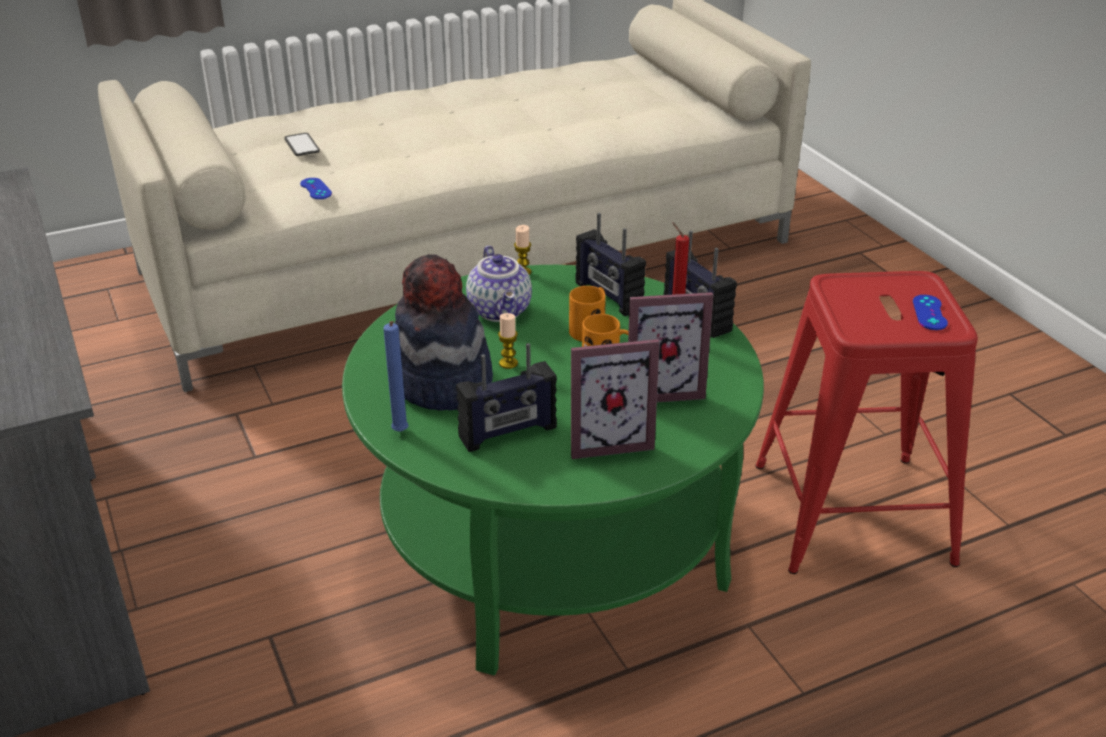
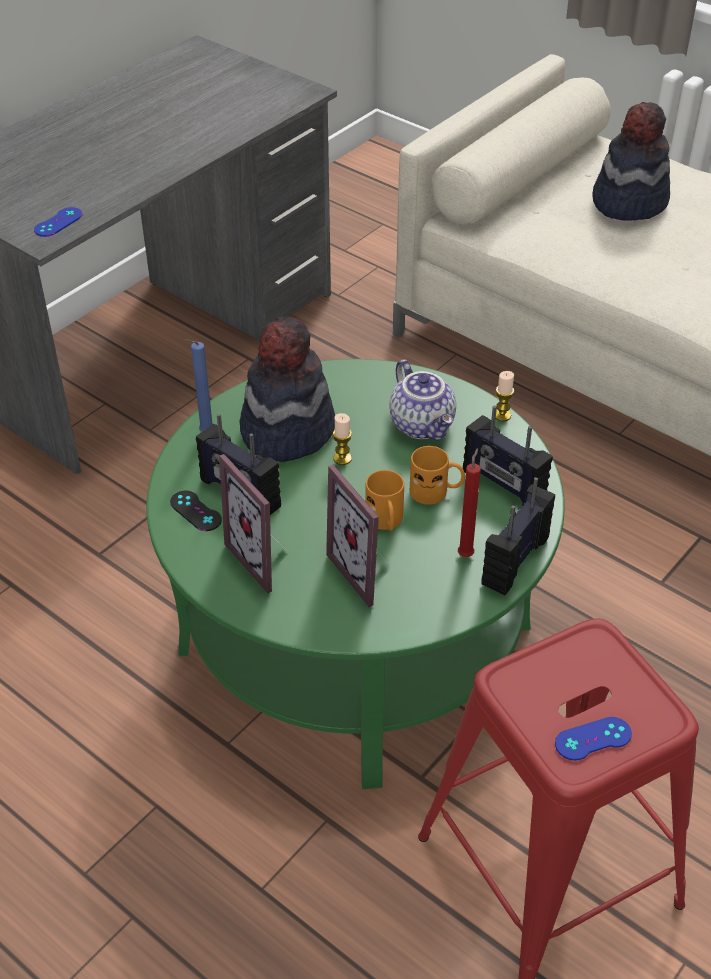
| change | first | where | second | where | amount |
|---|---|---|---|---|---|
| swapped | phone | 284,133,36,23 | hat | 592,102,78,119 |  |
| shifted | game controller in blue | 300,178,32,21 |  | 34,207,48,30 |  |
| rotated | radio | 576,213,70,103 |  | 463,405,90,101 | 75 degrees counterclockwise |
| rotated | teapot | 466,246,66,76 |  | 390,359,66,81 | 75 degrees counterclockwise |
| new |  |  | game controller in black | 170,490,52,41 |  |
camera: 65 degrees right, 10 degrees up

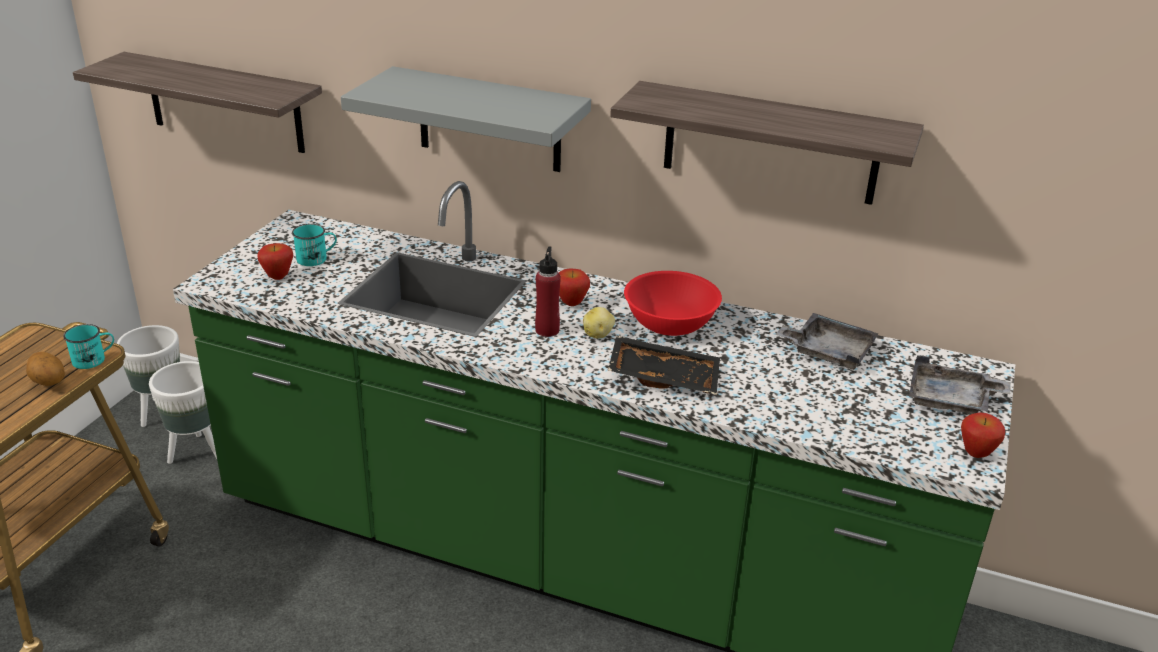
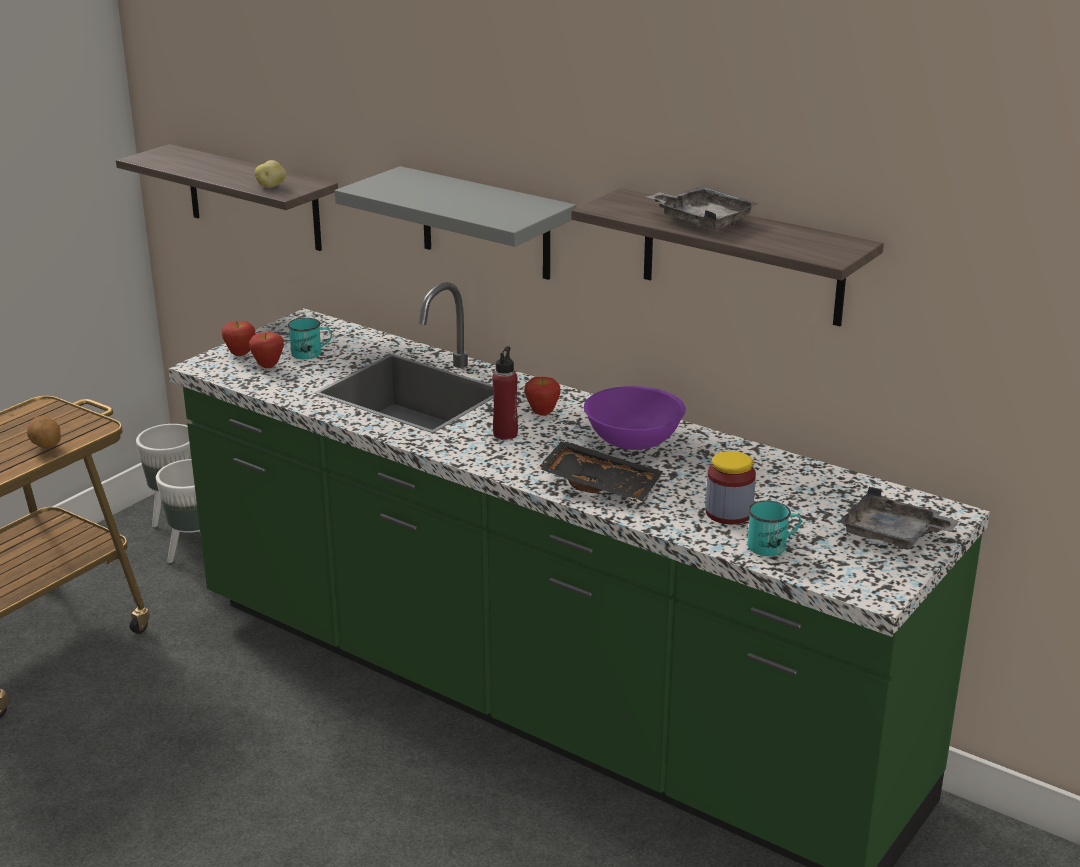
| change | first | where | second | where | amount |
|---|---|---|---|---|---|
| repainted | bowl in red | 624,271,98,65 | bowl in purple | 584,386,102,64 |  |
| shifted | potato | 583,307,32,32 |  | 255,160,31,28 |  |
| shifted | tray in grey | 775,313,104,57 |  | 646,186,113,44 |  |
| shifted | mug in turquoise | 63,324,51,45 |  | 748,501,53,55 |  |
| shifted | apple | 961,412,44,46 |  | 222,321,33,35 |  |
| new |  |  | jar | 706,451,50,73 |  |
camera: 15 degrees right, 5 degrees down

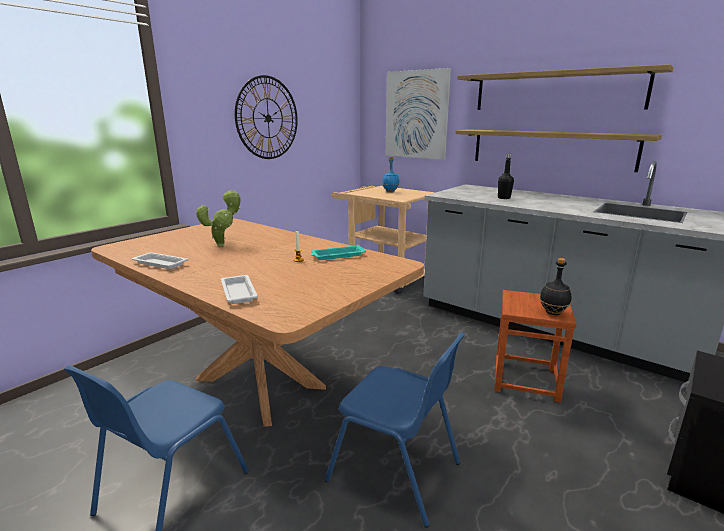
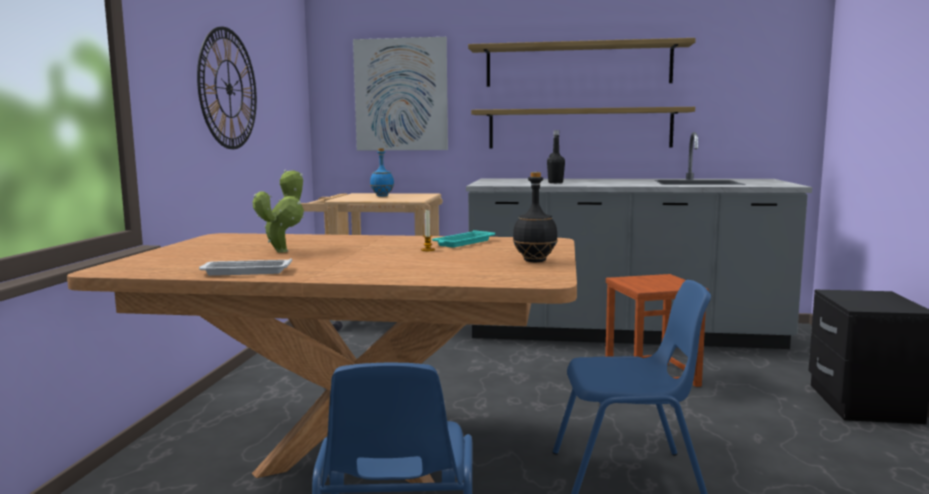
| change | first | where | second | where | amount |
|---|---|---|---|---|---|
| shifted | bottle in black | 540,258,31,57 |  | 513,172,45,90 |  |
| gone | tray in white | 221,275,37,29 |  |  |  |
camera: 30 degrees left, 10 degrees down

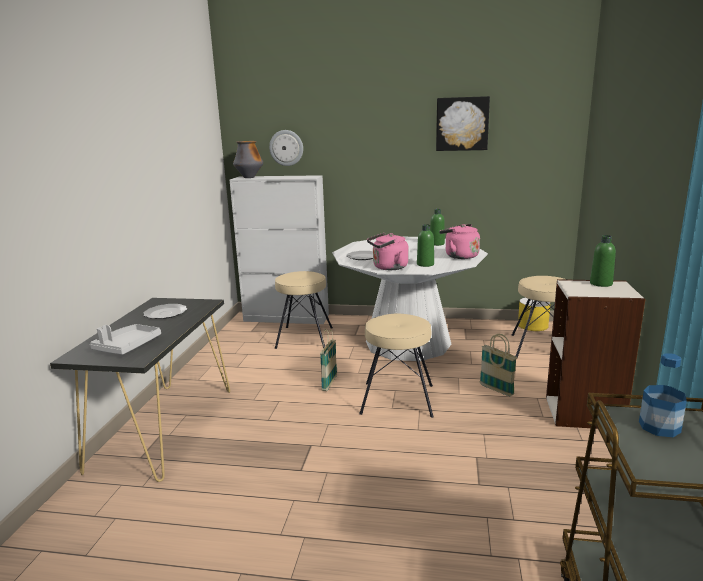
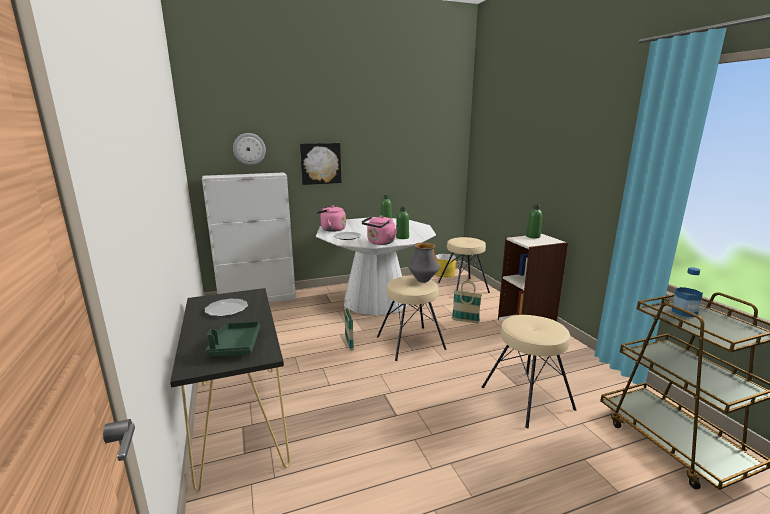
| change | first | where | second | where | amount |
|---|---|---|---|---|---|
| shifted | picture | 436,96,54,55 |  | 300,143,42,42 |  |
| shifted | vase | 233,141,30,37 |  | 408,243,32,40 |  |
| shifted | kettle in pink | 439,224,41,35 |  | 316,205,30,27 |  |
| shifted | stool in beige | 275,271,58,78 |  | 482,315,94,113 |  |
| repainted | tray in grey | 90,324,71,31 | tray in green | 205,322,55,35 |  |
camera: 30 degrees left, 0 degrees up

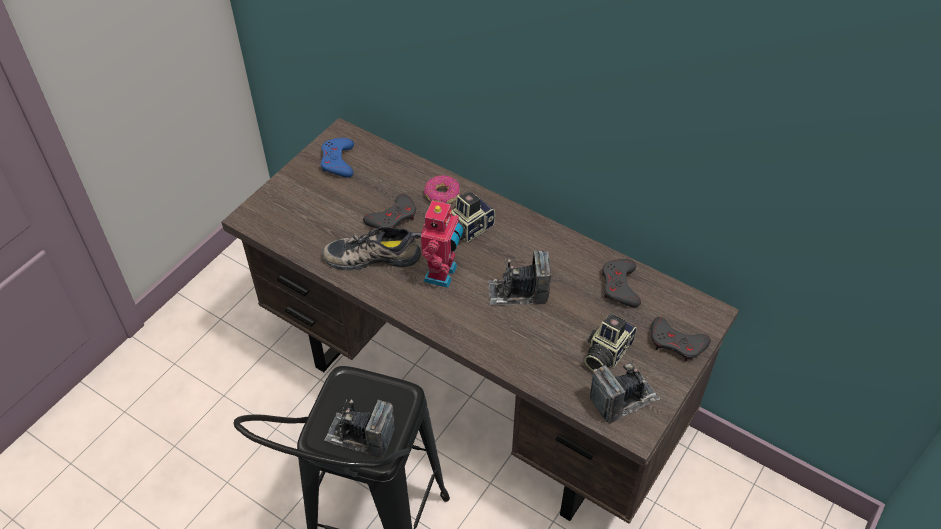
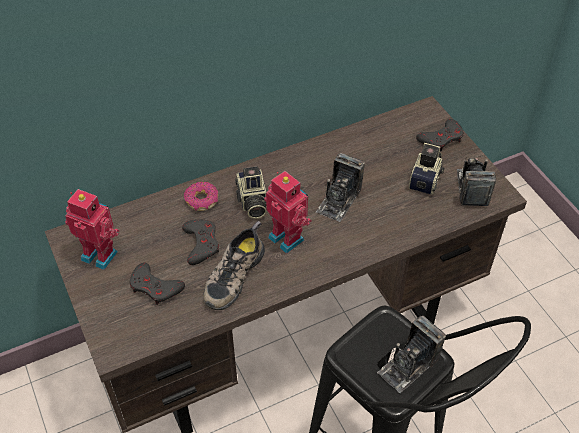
| change | first | where | second | where | amount |
|---|---|---|---|---|---|
| swapped | game controller in blue | 321,138,33,39 | toy robot | 65,189,54,81 |  |
| shifted | game controller in grey | 602,259,39,48 |  | 130,263,55,42 |  |
| rotated | photo camera | 584,313,53,58 |  | 409,143,36,52 | 135 degrees counterclockwise |
camera: 60 degrees left, 0 degrees up

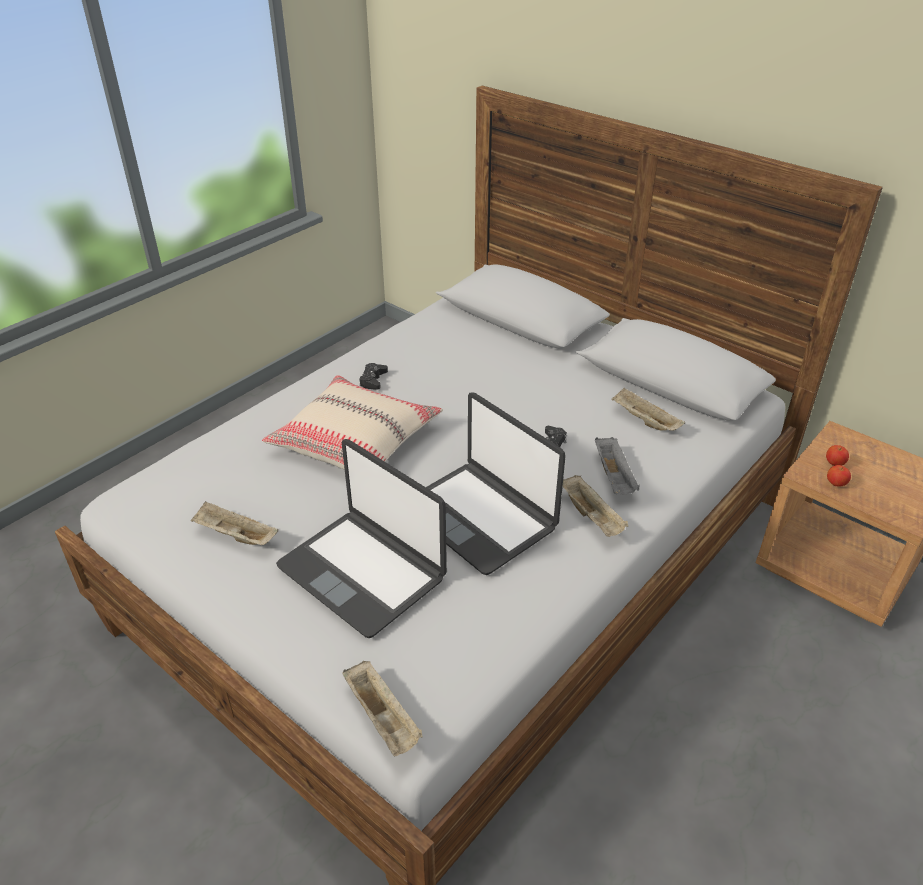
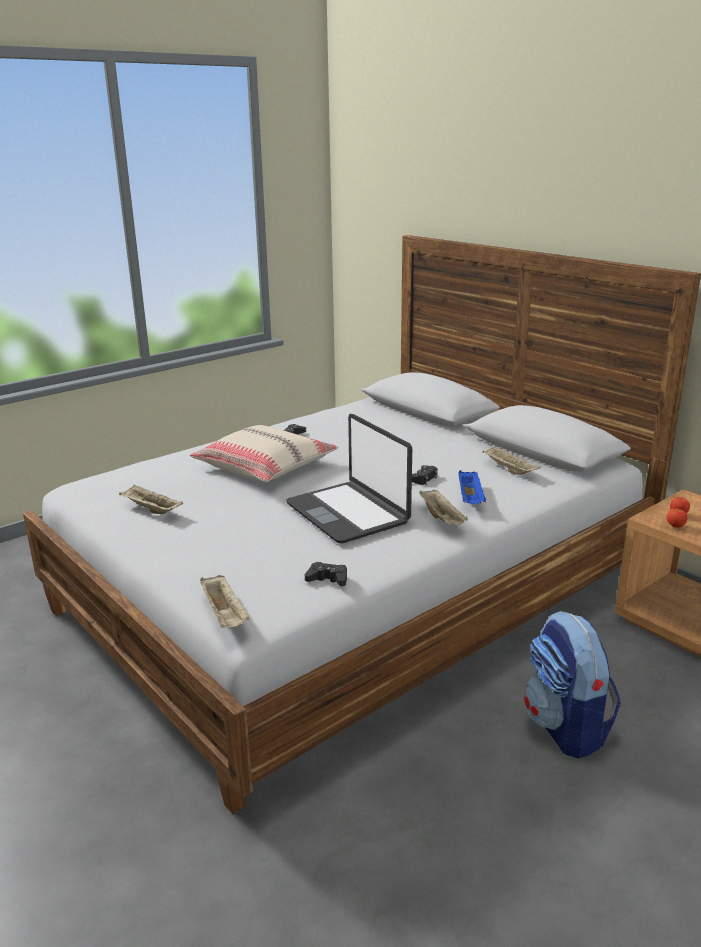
| change | first | where | second | where | amount |
|---|---|---|---|---|---|
| repainted | tray in grey | 595,437,45,58 | tray in blue | 459,470,27,34 |  |
| gone | laptop | 276,439,171,199 |  |  |  |
| new |  |  | game controller in black | 305,562,42,24 |  |
| new |  |  | backpack | 524,611,97,148 |  |
camera: 10 degrees right, 15 degrees down

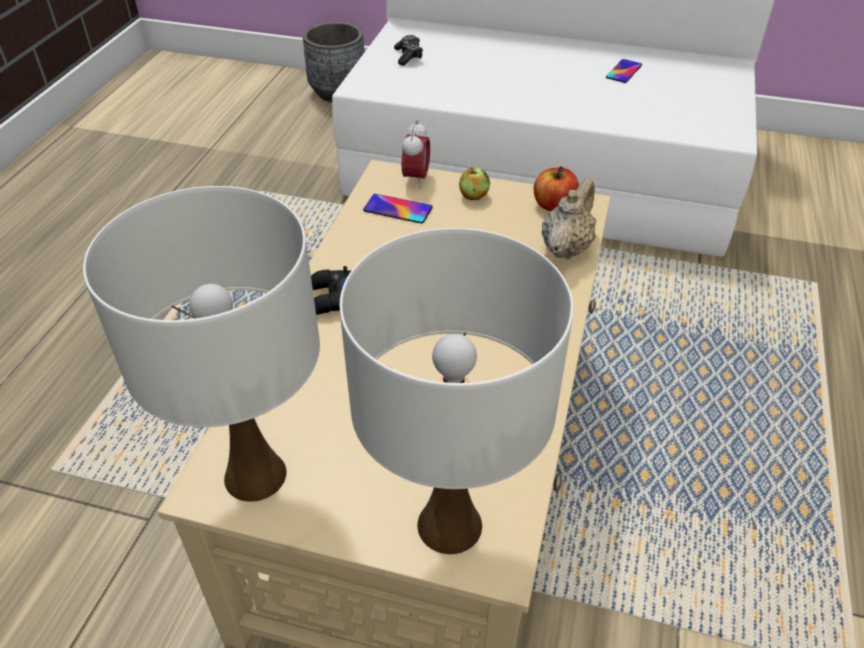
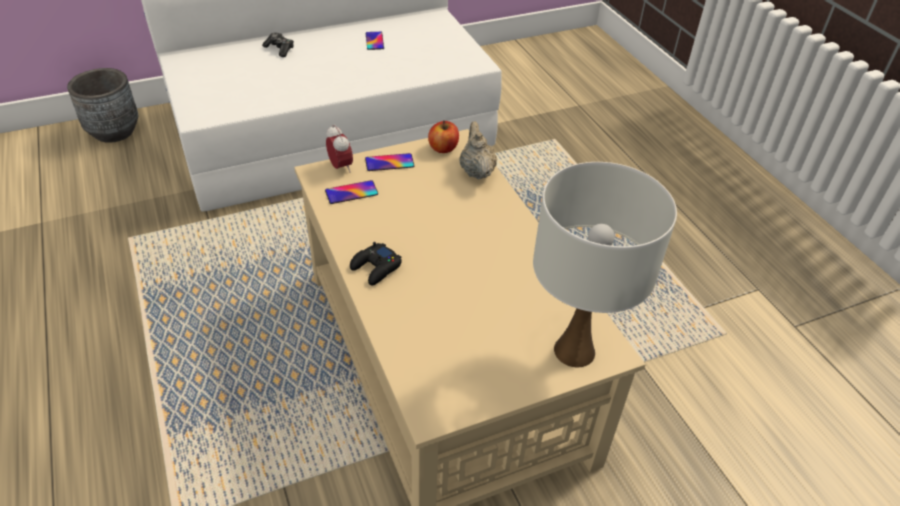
| change | first | where | second | where | amount |
|---|---|---|---|---|---|
| shifted | game controller | 394,35,29,30 |  | 262,32,32,25 |  |
| swapped | apple | 459,167,31,33 | phone | 365,153,49,18 |  |
| gone | table lamp in white | 83,186,237,316 |  |  |  |
camera: 40 degrees left, 0 degrees up

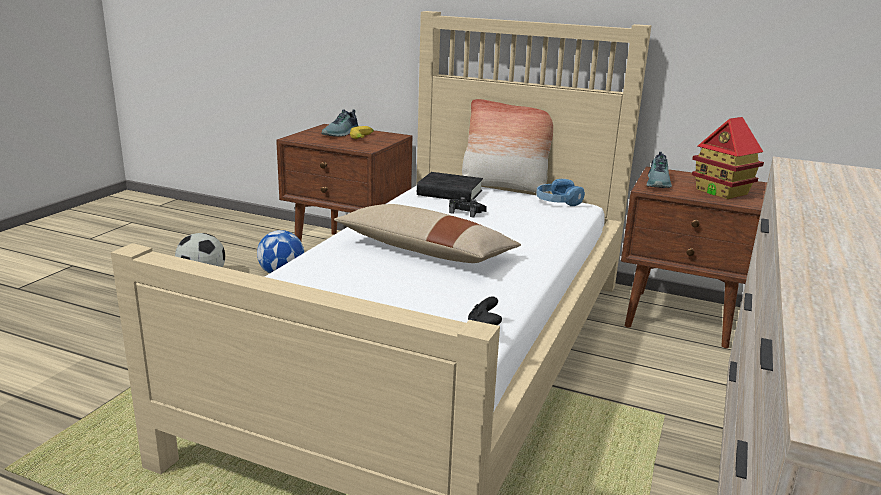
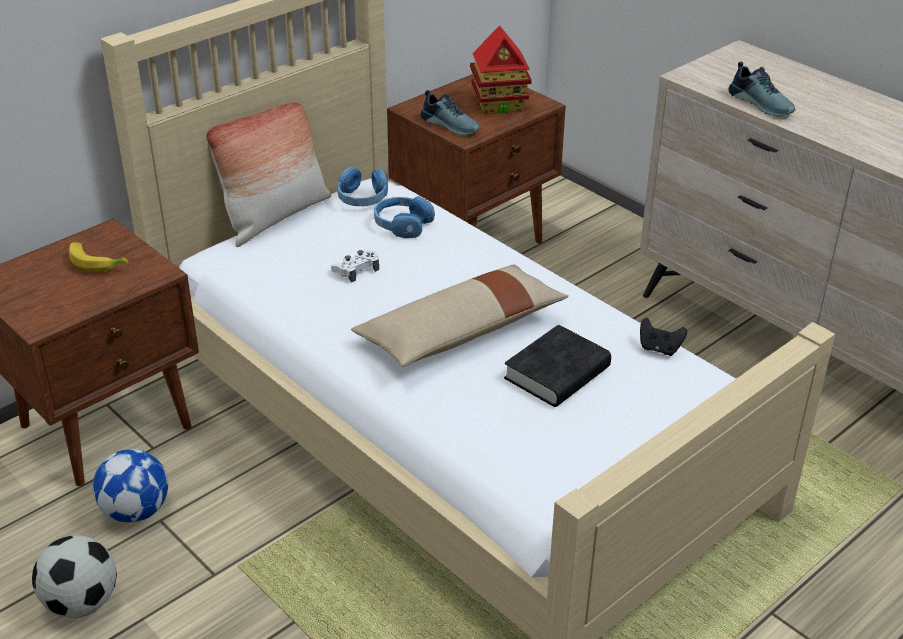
| change | first | where | second | where | amount |
|---|---|---|---|---|---|
| shifted | shoe | 321,109,37,28 |  | 728,62,67,54 |  |
| shifted | book in black | 417,172,66,30 |  | 504,325,107,82 |  |
| repainted | game controller in black | 449,197,38,21 | game controller in white | 331,250,48,32 |  |
| new |  |  | headphones in blue | 374,196,61,42 |  |
camera: 65 degrees left, 15 degrees up

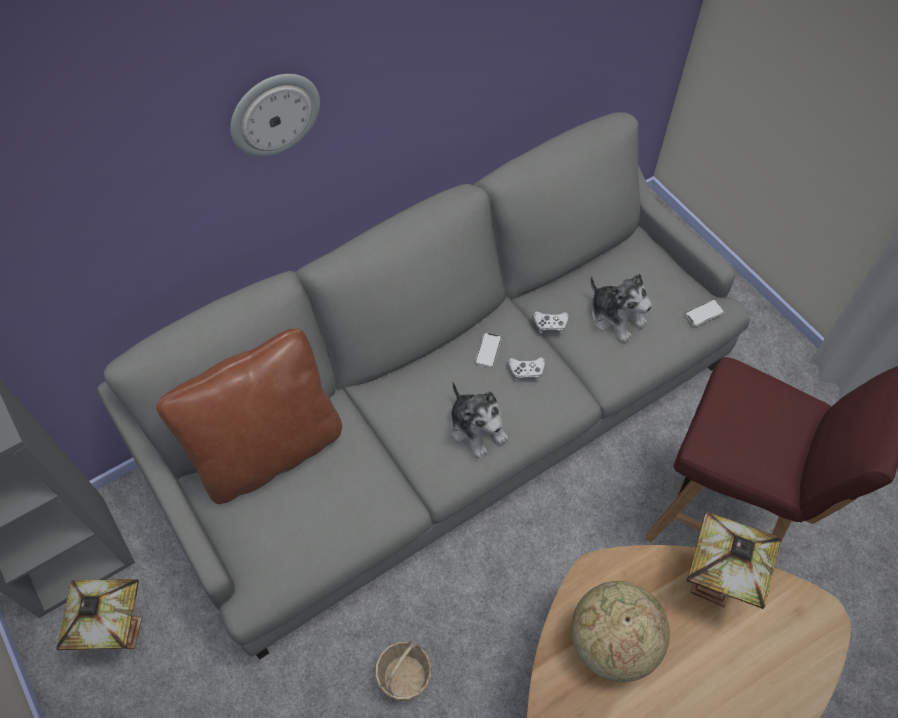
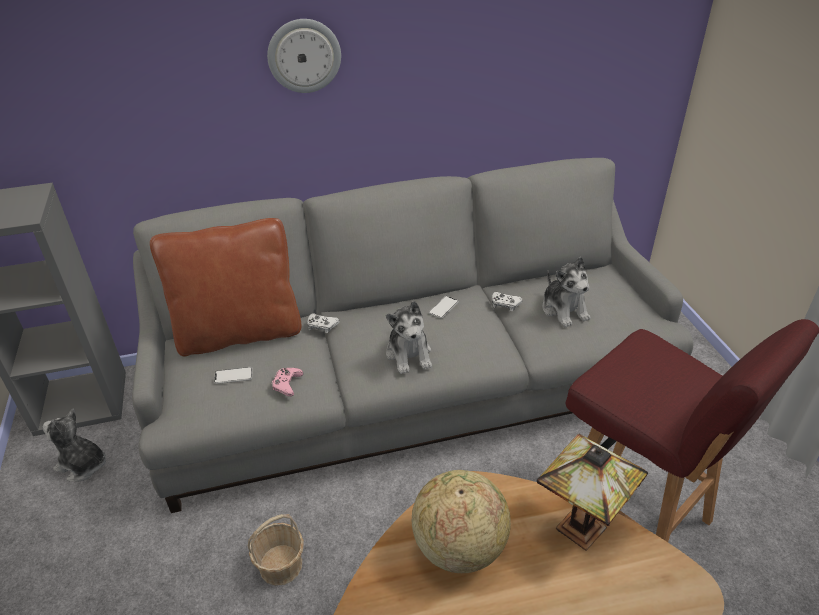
| change | first | where | second | where | amount |
|---|---|---|---|---|---|
| shifted | phone | 685,299,40,27 |  | 214,367,39,17 |  |
| shifted | game controller in white | 508,357,37,24 |  | 307,313,33,20 |  |
| swapped | table lamp | 56,579,86,71 | plush toy | 43,408,63,73 |  |
| new |  |  | game controller in pink | 272,368,31,28 |  |
camera: 20 degrees right, 20 degrees down

